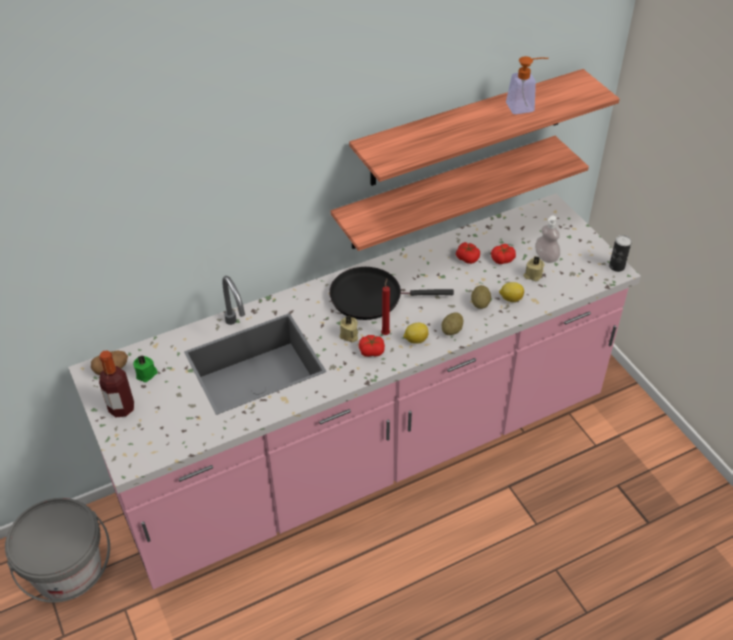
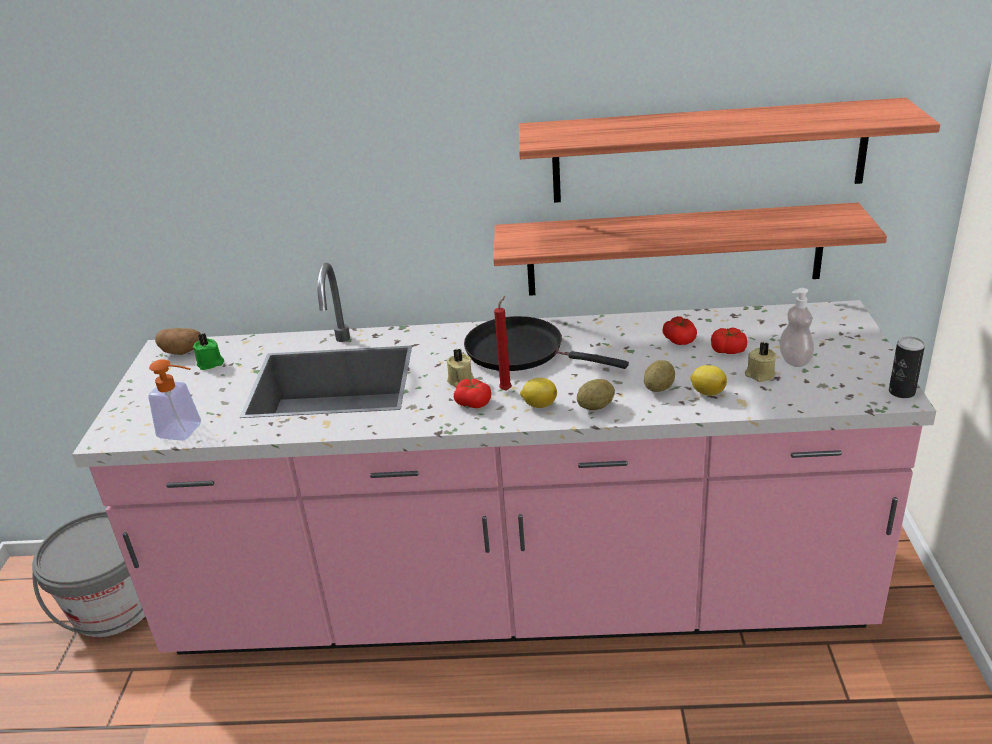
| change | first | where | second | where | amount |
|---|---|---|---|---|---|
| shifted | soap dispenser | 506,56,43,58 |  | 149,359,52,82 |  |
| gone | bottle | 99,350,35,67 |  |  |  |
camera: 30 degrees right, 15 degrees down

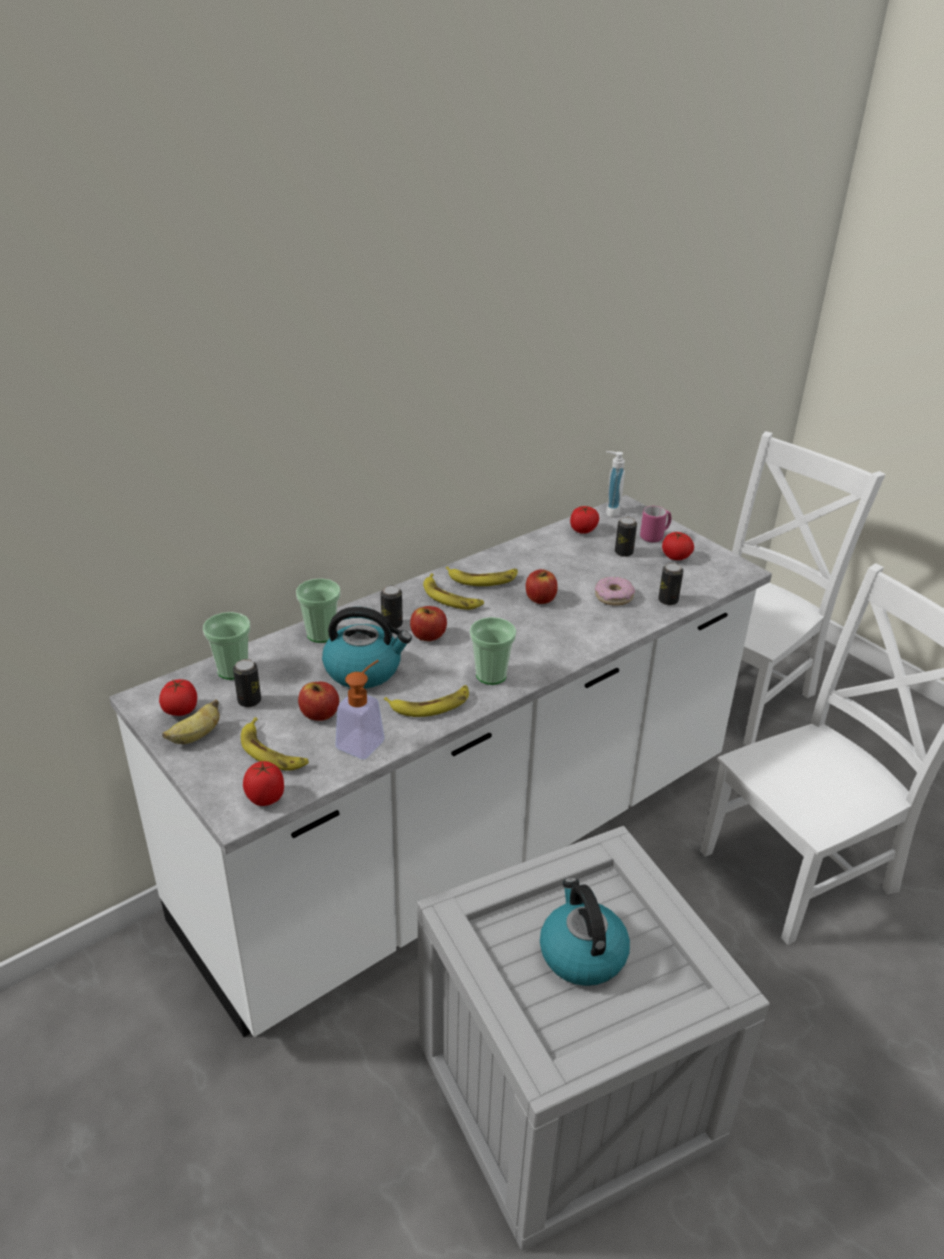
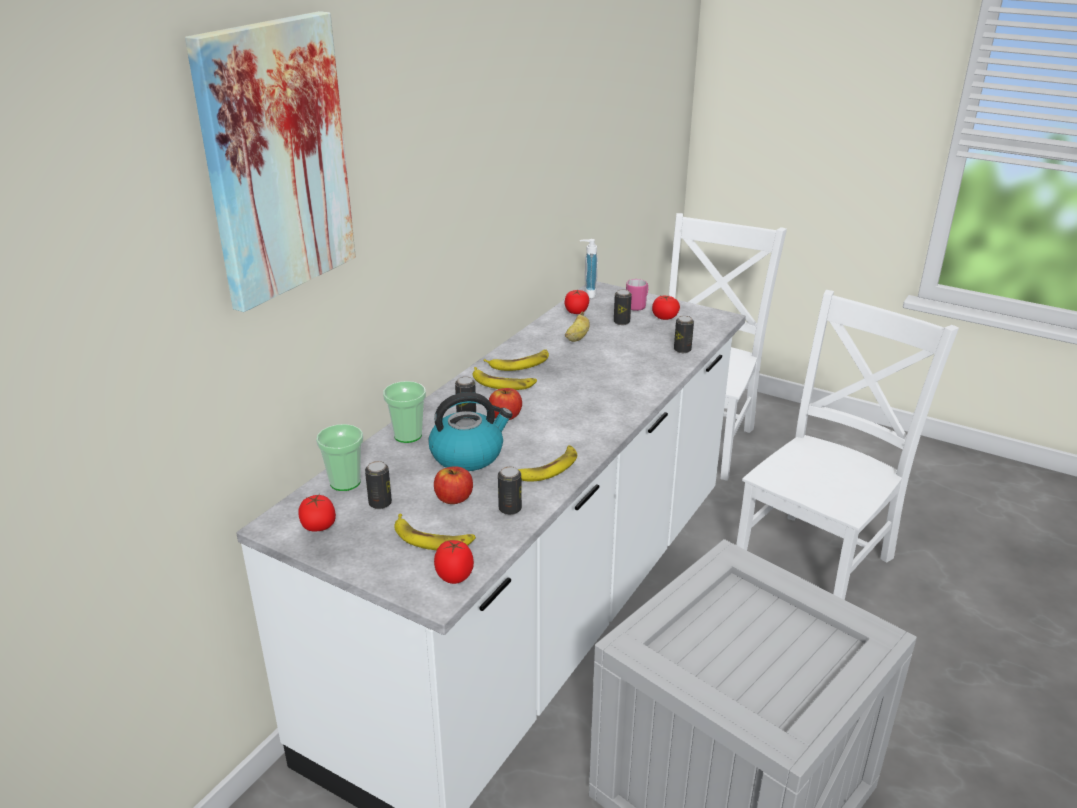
| change | first | where | second | where | amount |
|---|---|---|---|---|---|
| gone | apple | 526,569,32,35 |  |  |  |
| gone | donut | 595,577,40,29 |  |  |  |
| gone | cup | 470,617,46,68 |  |  |  |
| swapped | soap dispenser | 335,660,49,99 | can | 498,466,24,49 |  |
| shifted | banana | 162,699,58,45 |  | 565,312,25,30 |  |
| gone | kettle | 540,878,90,108 |  |  |  |
| new |  |  | picture | 185,11,171,301 |  |
camera: 20 degrees left, 5 degrees down

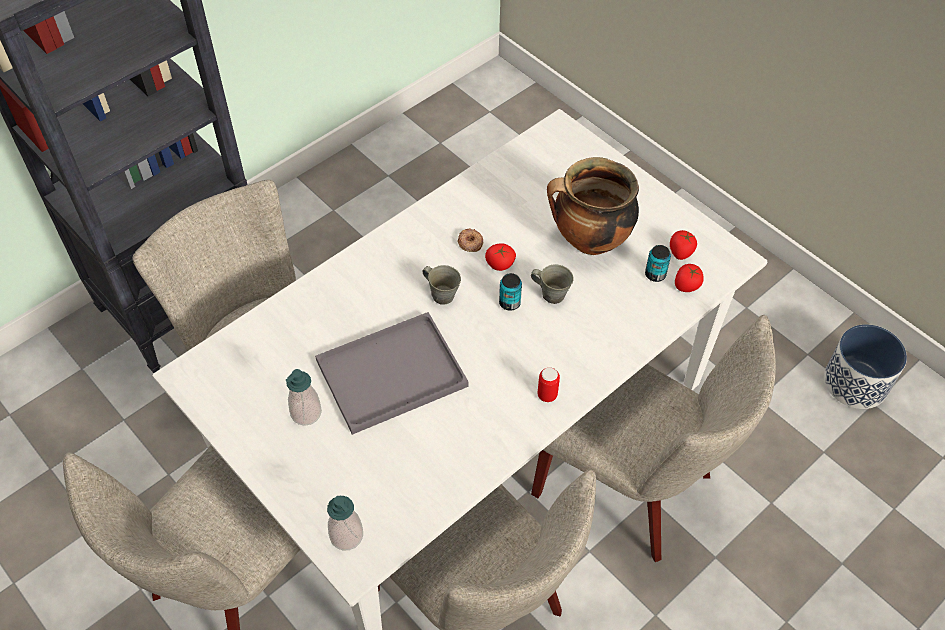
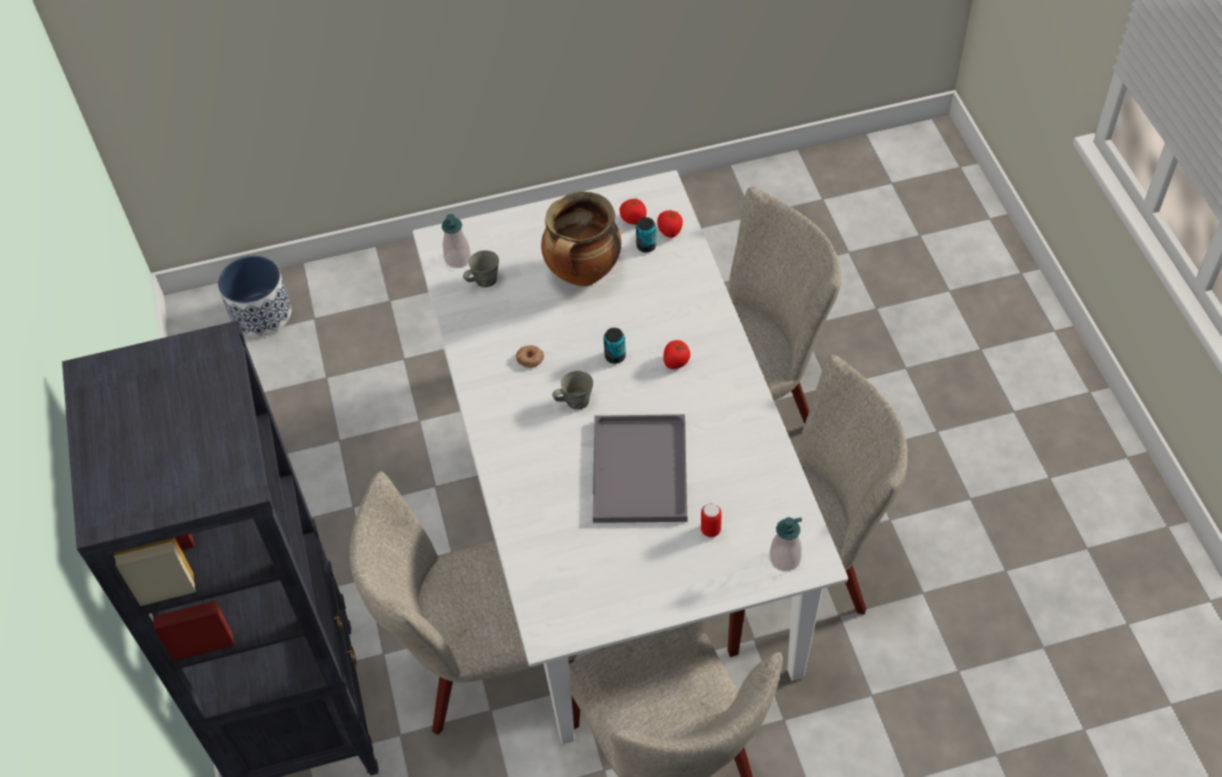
| change | first | where | second | where | amount |
|---|---|---|---|---|---|
| shifted | tomato | 485,243,31,28 |  | 664,340,26,29 |  |
| shifted | mug in grey | 531,264,43,40 |  | 463,250,36,37 |  |
| shifted | planter | 824,324,83,85 |  | 218,256,74,81 |  |
| shifted | can | 537,367,23,35 |  | 701,503,21,34 |  |
| shifted | soap dispenser | 286,369,36,57 |  | 442,214,29,54 |  |
camera: 60 degrees left, 0 degrees up

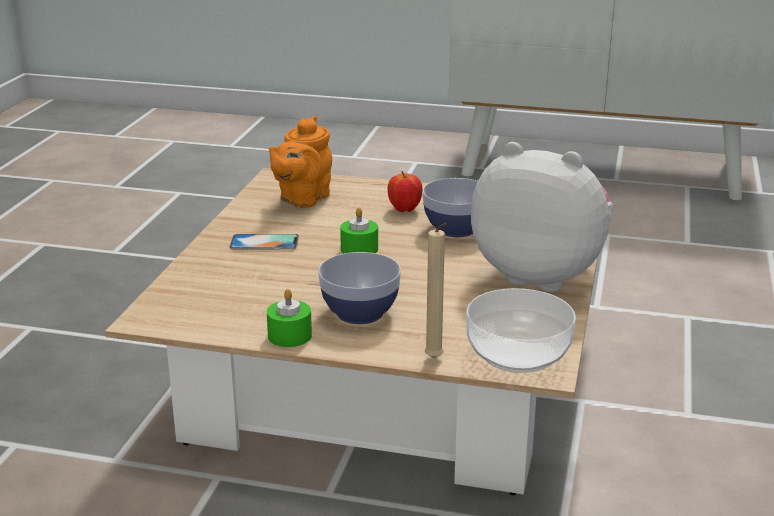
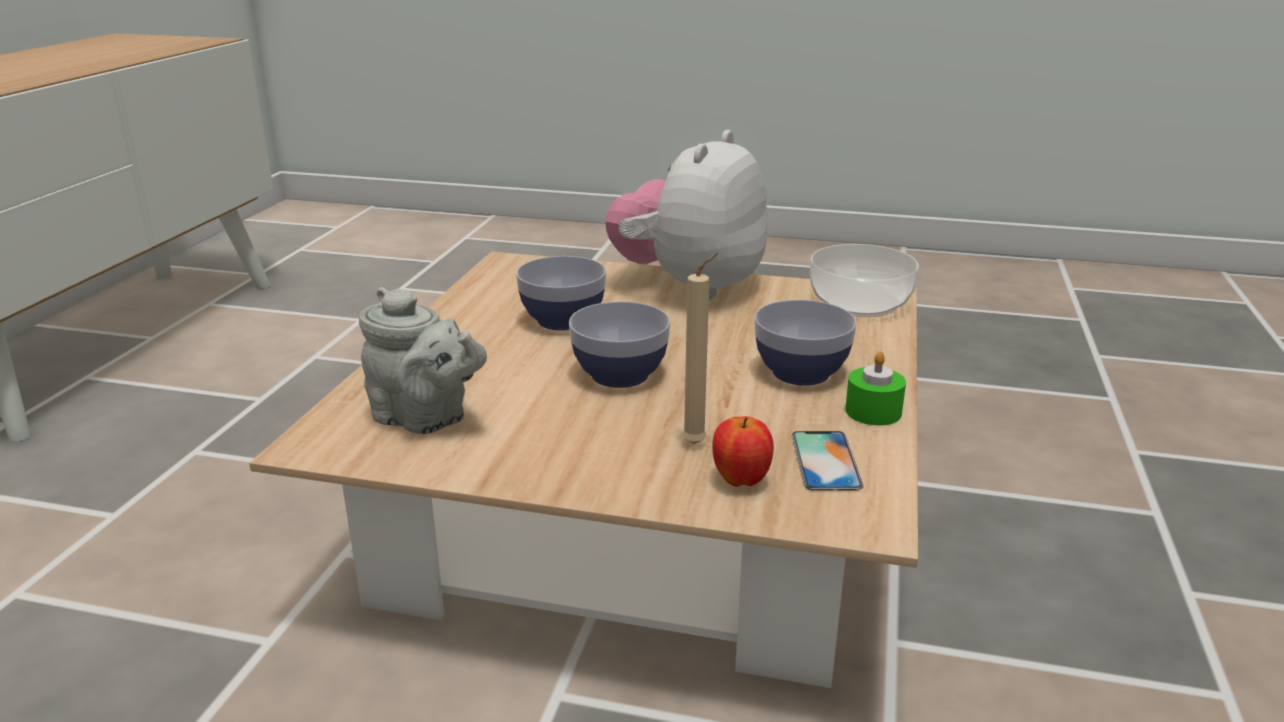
| change | first | where | second | where | amount |
|---|---|---|---|---|---|
| repainted | teapot in orange | 269,116,63,92 | teapot in grey | 359,287,128,147 |  |
| shifted | apple | 388,171,35,41 |  | 712,416,62,71 |  |
| swapped | candle in green | 340,208,38,46 | bowl | 569,301,101,87 |  |
| shifted | candle in beige | 424,223,23,135 |  | 682,253,36,191 |  |
| shifted | phone | 229,234,70,16 |  | 791,431,73,60 |  |
camera: 90 degrees left, 0 degrees up

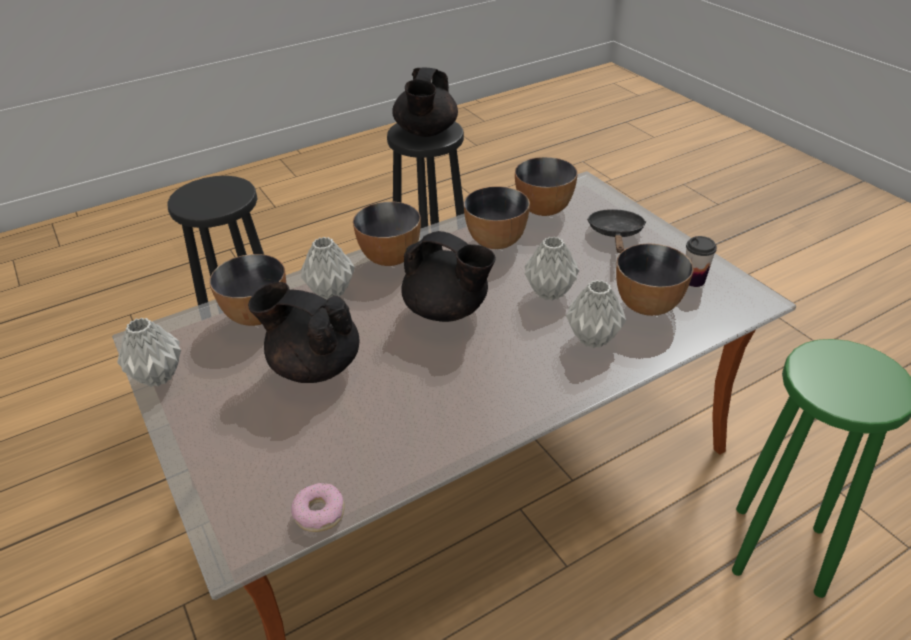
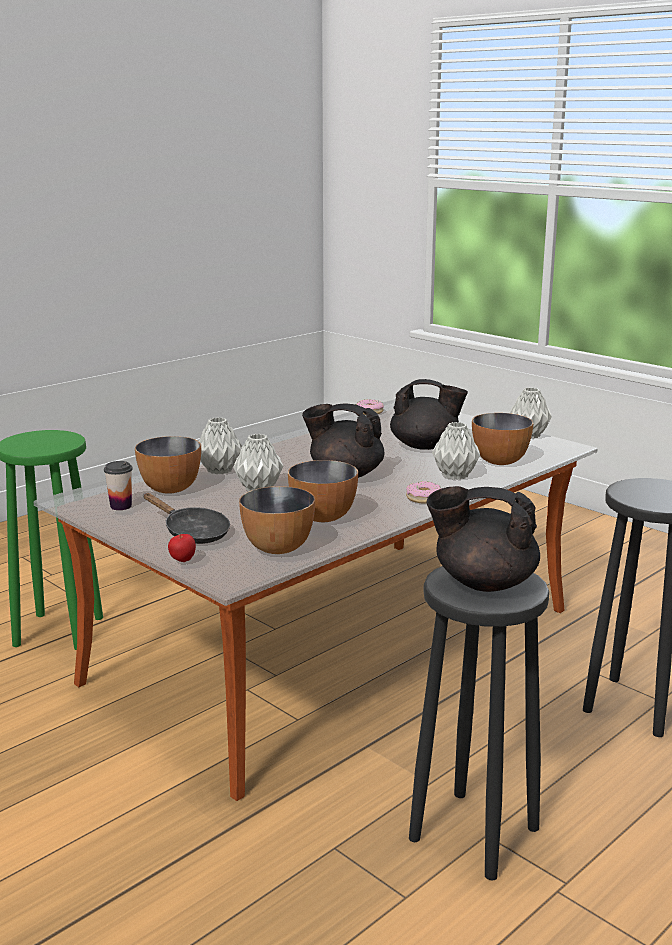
| change | first | where | second | where | amount |
|---|---|---|---|---|---|
| rotated | teapot in black | 392,67,66,70 |  | 427,486,113,106 | 75 degrees counterclockwise |
| swapped | bowl | 353,202,68,64 | donut | 406,481,36,23 |  |
| rotated | frying pan in black | 587,209,59,44 |  | 143,493,87,51 | 45 degrees counterclockwise |
| new |  |  | apple | 168,534,28,28 |  |
camera: 165 degrees right, 20 degrees down

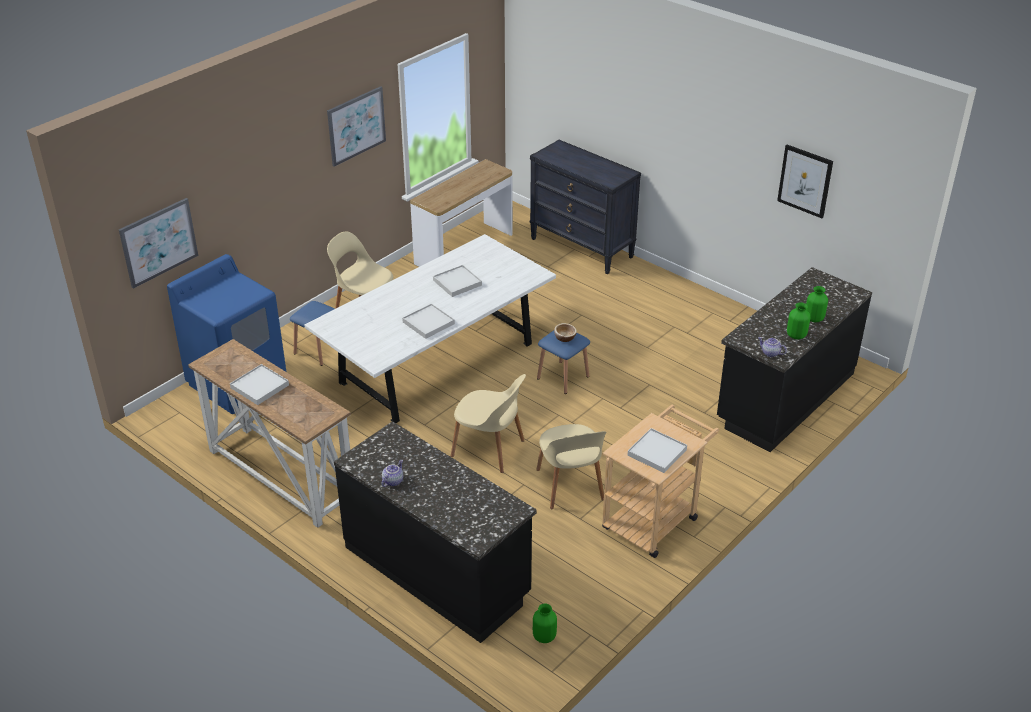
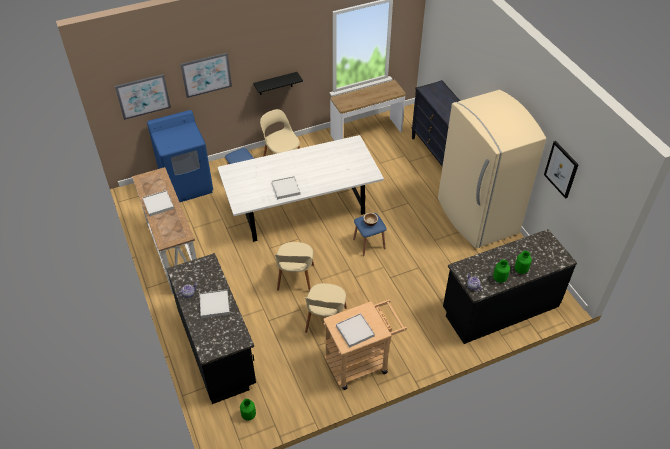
| change | first | where | second | where | amount |
|---|---|---|---|---|---|
| shifted | picture | 327,86,59,81 |  | 180,53,52,45 |  |
| shifted | tray in white | 433,265,49,32 |  | 199,290,31,28 |  |
| rotated | chair in beige | 451,374,75,99 |  | 275,242,39,49 | 45 degrees clockwise |
| new |  |  | shelf in black | 253,72,50,23 |  |
| new |  |  | fridge in beige | 438,90,108,159 |  |
camera: 25 degrees right, 10 degrees up

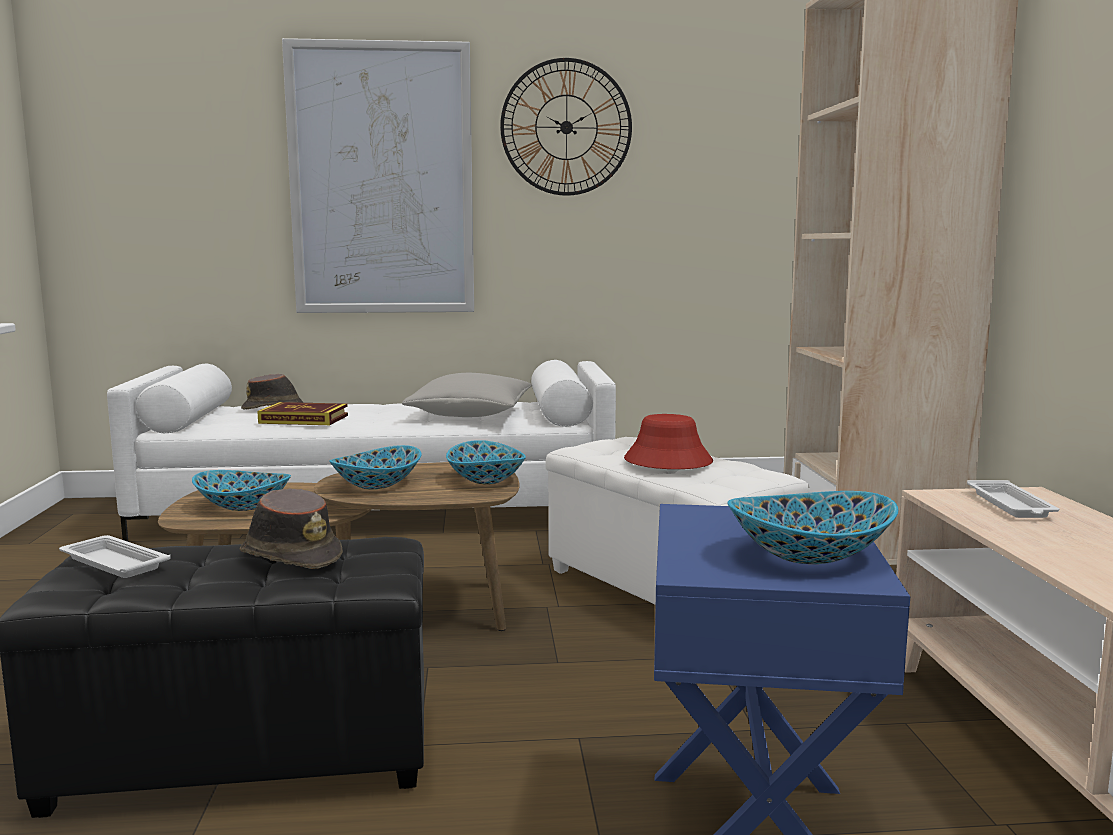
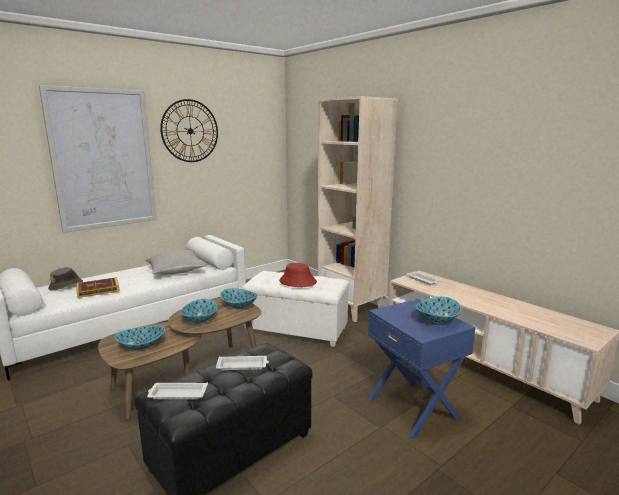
| change | first | where | second | where | amount |
|---|---|---|---|---|---|
| swapped | hat in brown | 240,488,103,81 | tray in white | 216,356,53,14 |  |
camera: 35 degrees left, 5 degrees up

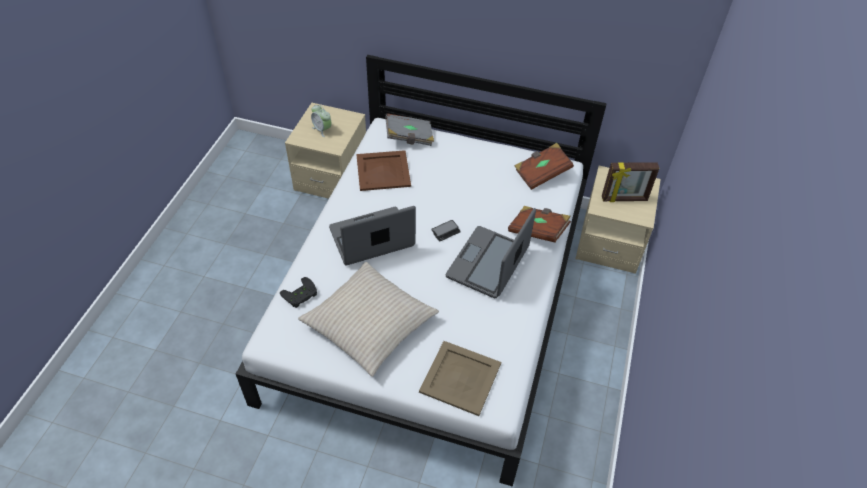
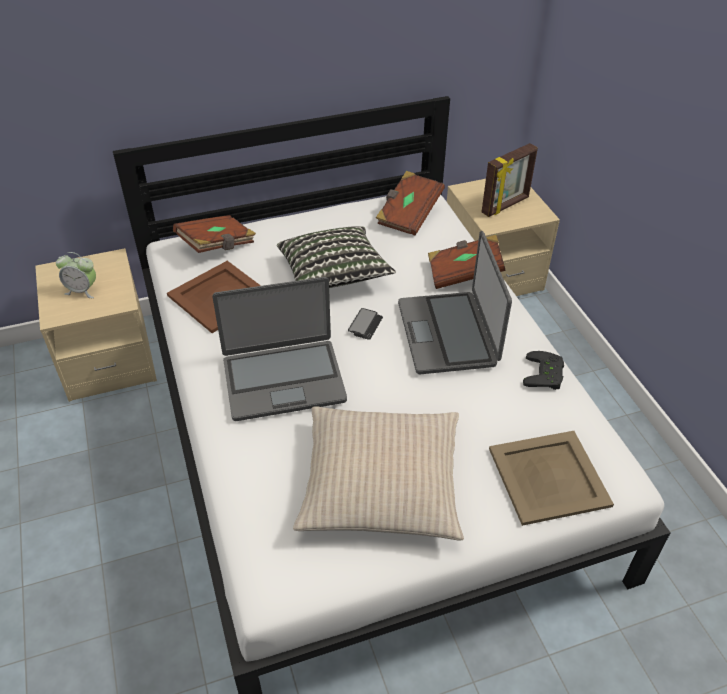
| change | first | where | second | where | amount |
|---|---|---|---|---|---|
| repainted | book in grey | 385,113,49,33 | book in brown | 173,215,83,38 |  |
| rotated | laptop | 329,206,87,59 |  | 212,277,135,144 | 135 degrees counterclockwise |
| shifted | game controller in black | 280,277,37,31 |  | 523,351,41,39 |  |
| new |  |  | pillow | 277,226,119,62 |  |
camera: 35 degrees left, 5 degrees down

